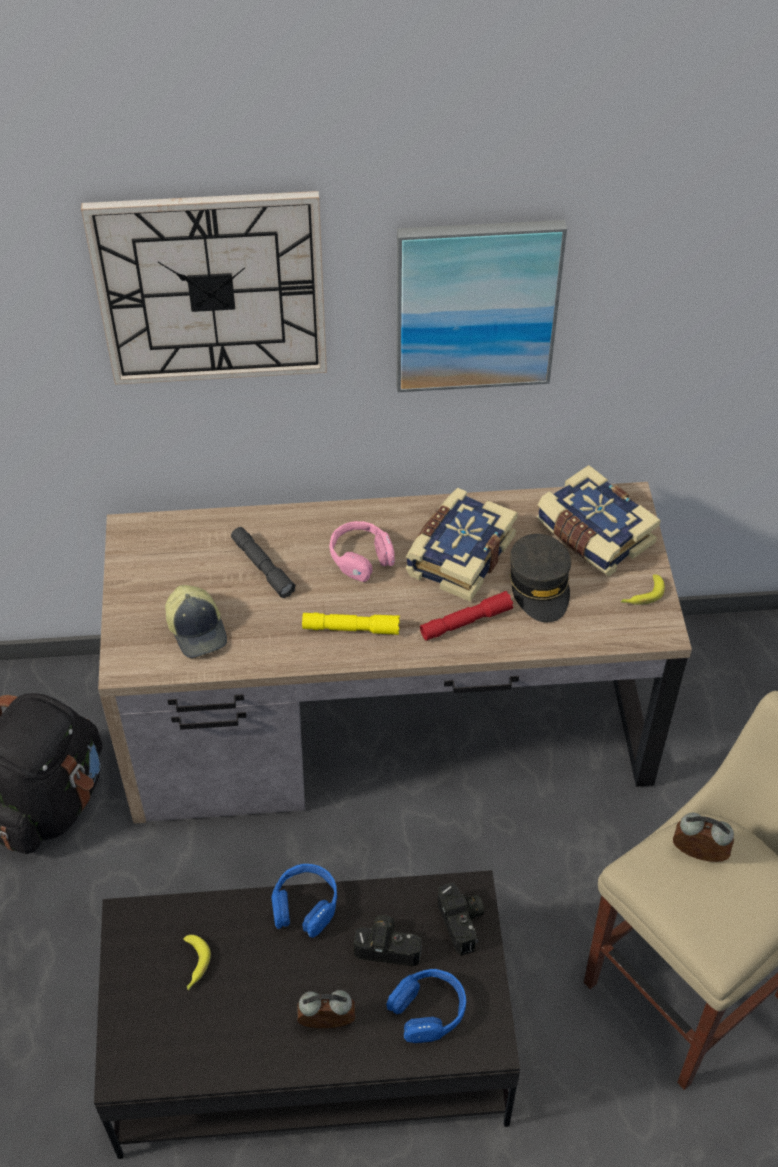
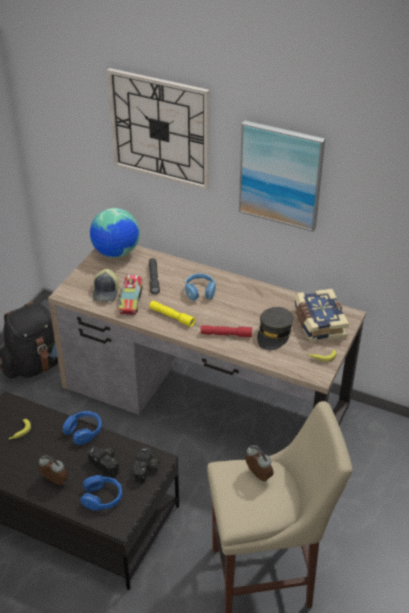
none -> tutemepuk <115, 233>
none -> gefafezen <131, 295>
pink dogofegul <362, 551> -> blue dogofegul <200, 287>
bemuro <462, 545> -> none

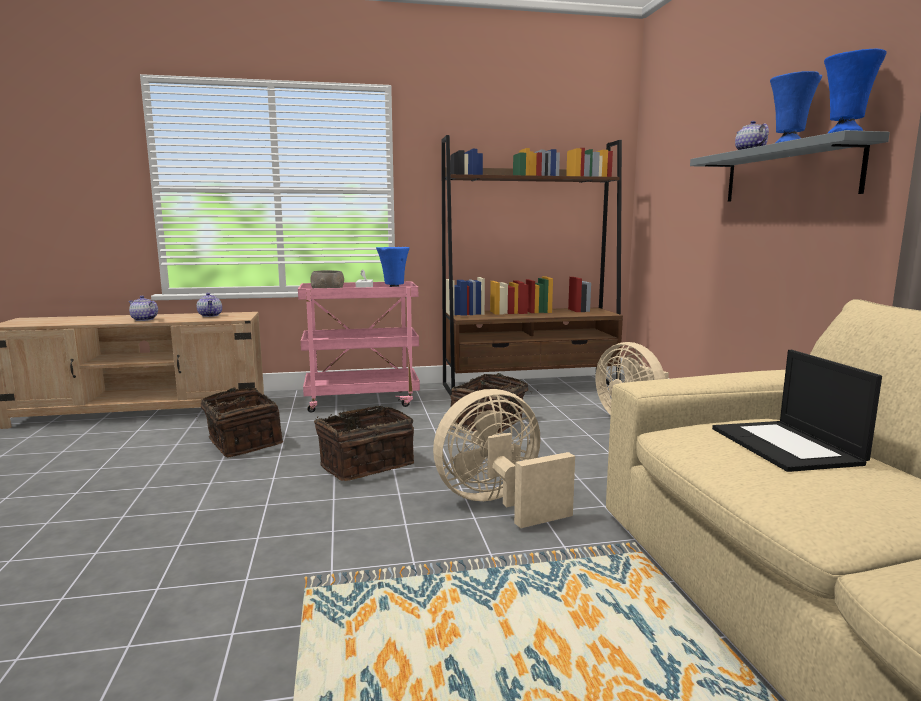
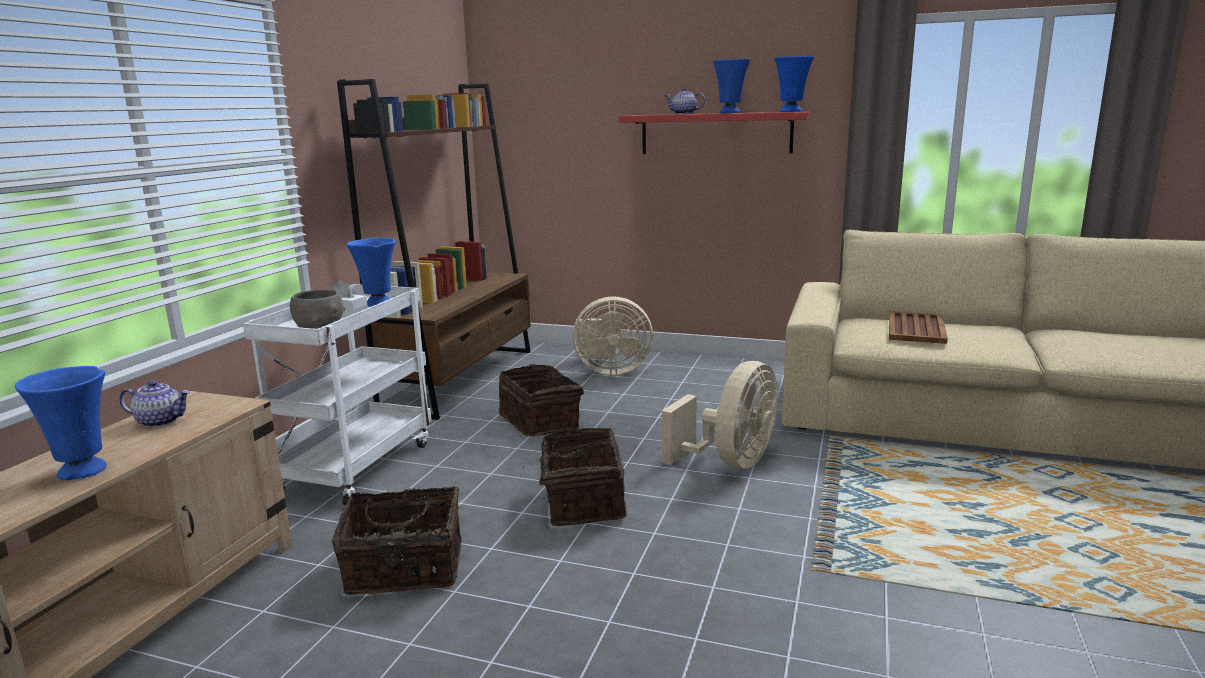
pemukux <143, 308> -> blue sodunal <61, 423>
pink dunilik <359, 347> -> white dunilik <337, 395>
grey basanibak <790, 166> -> red basanibak <714, 133>
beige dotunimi <504, 458> -> beige dotunimi <720, 415>, 150 degrees counterclockwise
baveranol <797, 411> -> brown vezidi <918, 327>

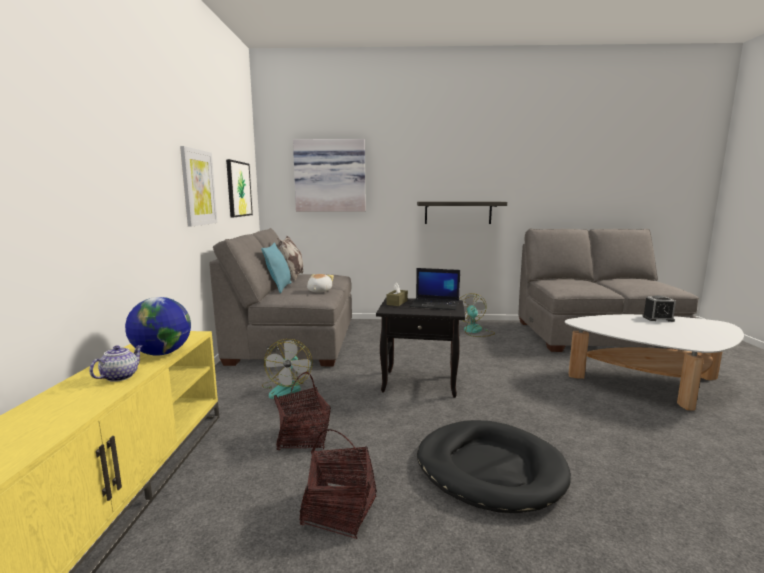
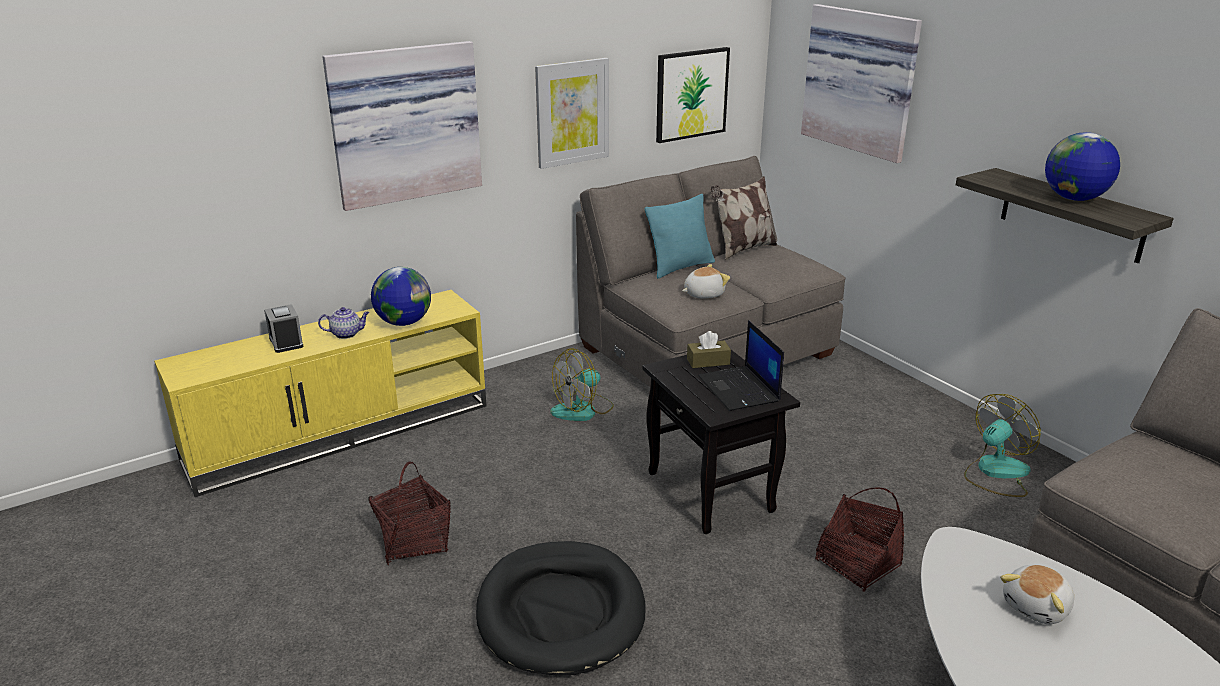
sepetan <659, 308> -> sepetan <283, 328>, relocated
none -> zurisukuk <402, 126>
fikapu <302, 411> -> fikapu <859, 539>, relocated
none -> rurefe <1037, 594>
none -> tutemepuk <1082, 166>

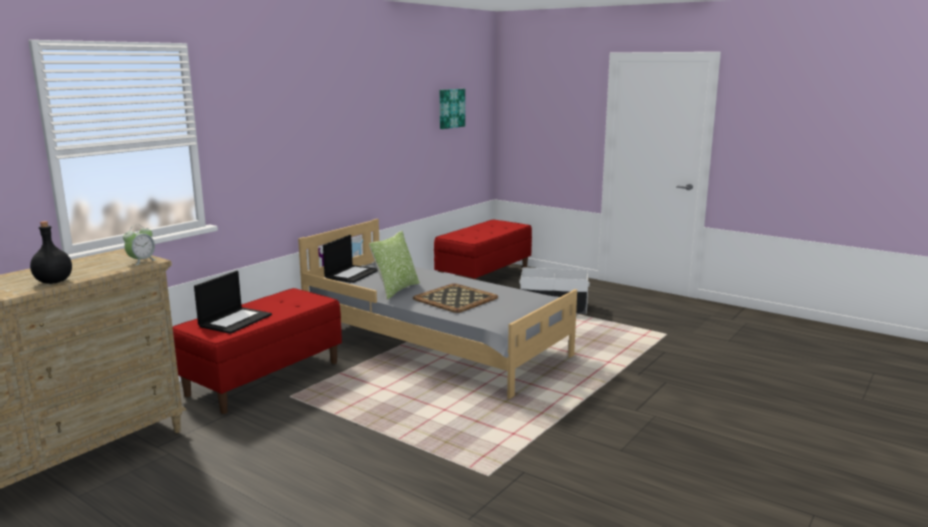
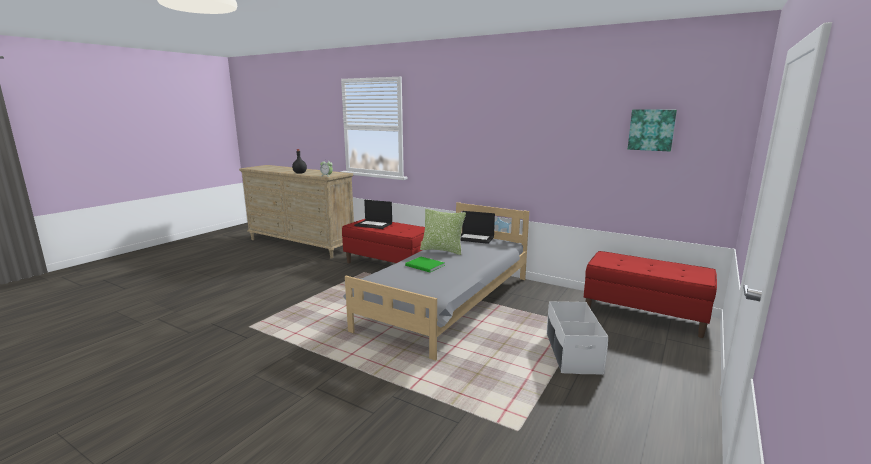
vezidi <455, 298> -> green bemuro <425, 265>

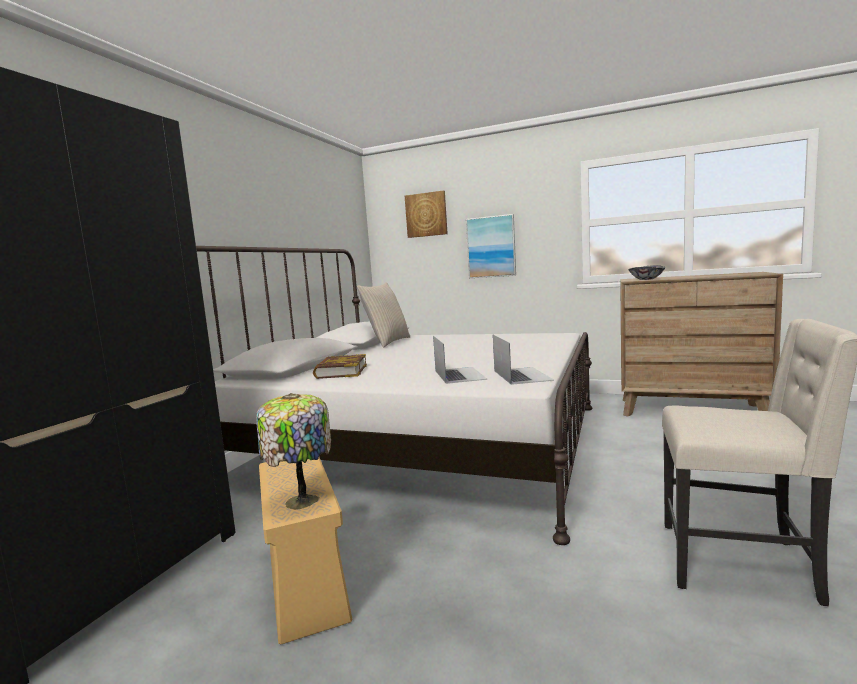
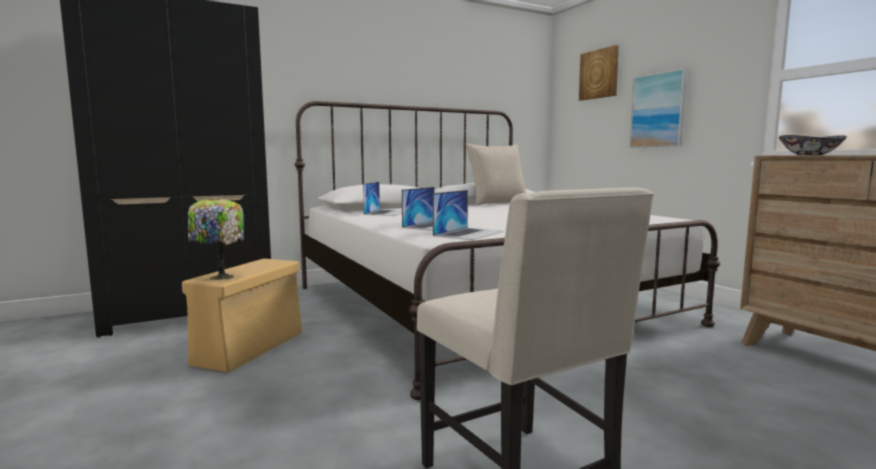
bemuro <340, 366> -> baveranol <382, 199>

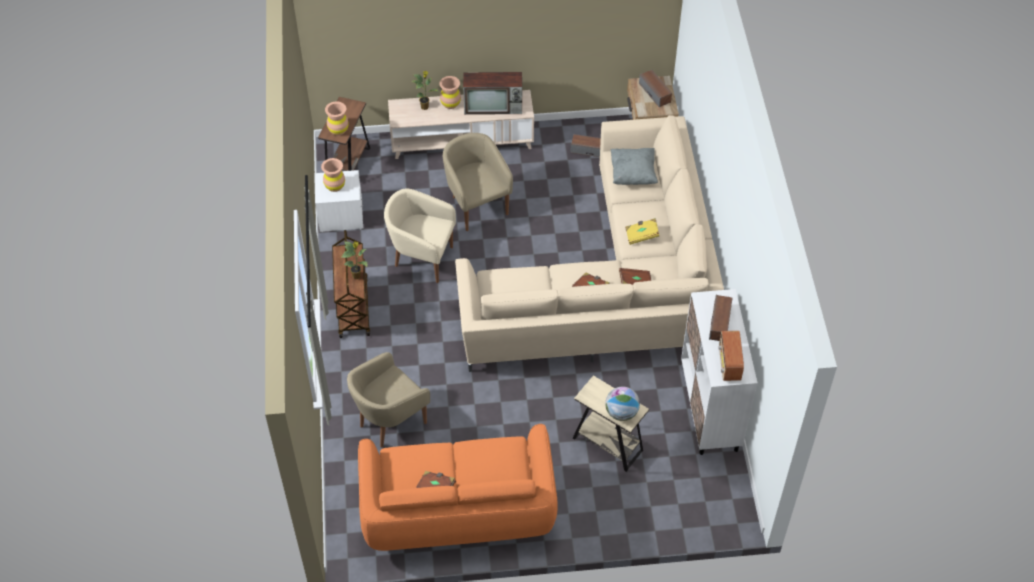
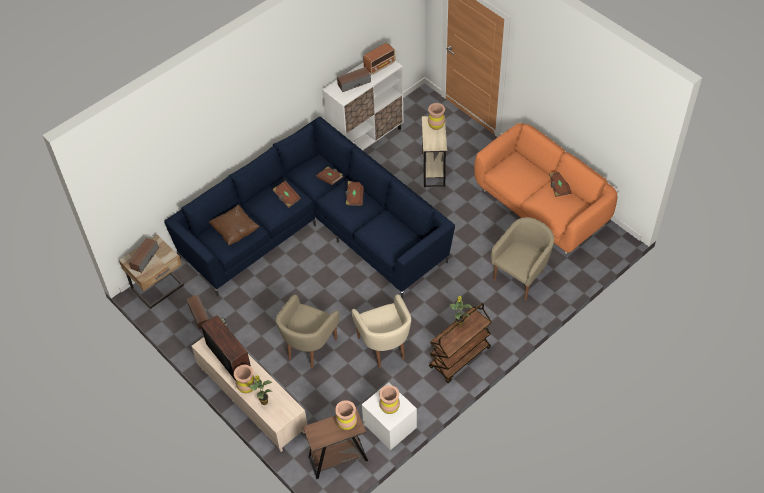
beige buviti <589, 243> -> blue buviti <309, 207>
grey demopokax <634, 166> -> brown demopokax <234, 225>
yellow bemuro <642, 231> -> brown bemuro <287, 194>
tutemepuk <622, 403> -> brown sodunal <436, 116>
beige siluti <388, 400> -> beige siluti <522, 259>, 60 degrees counterclockwise

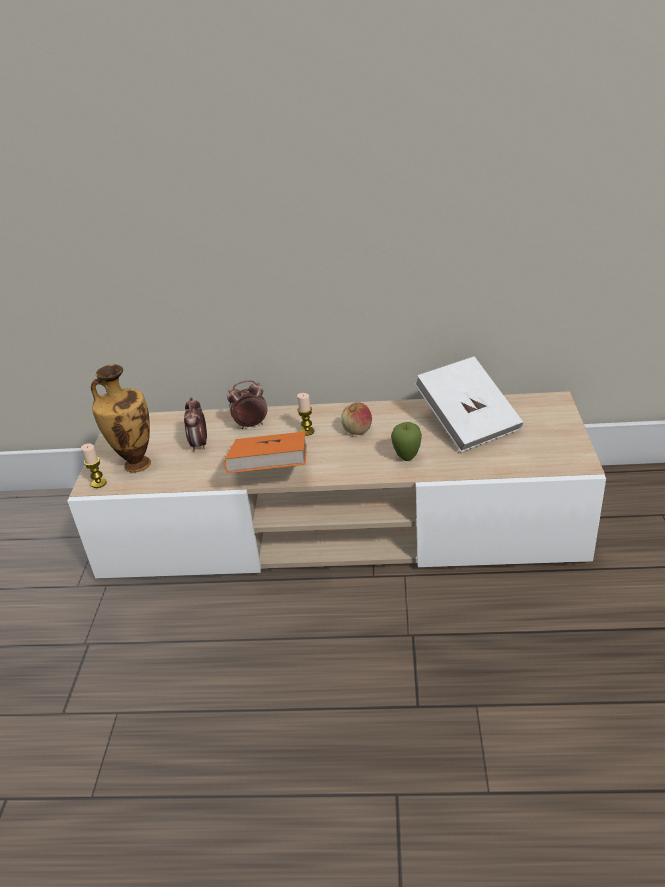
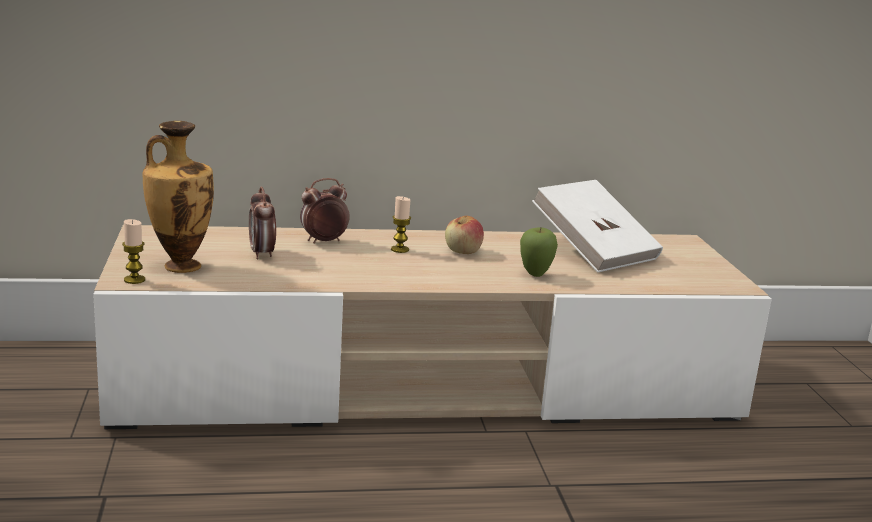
orange bemuro <265, 452> -> none

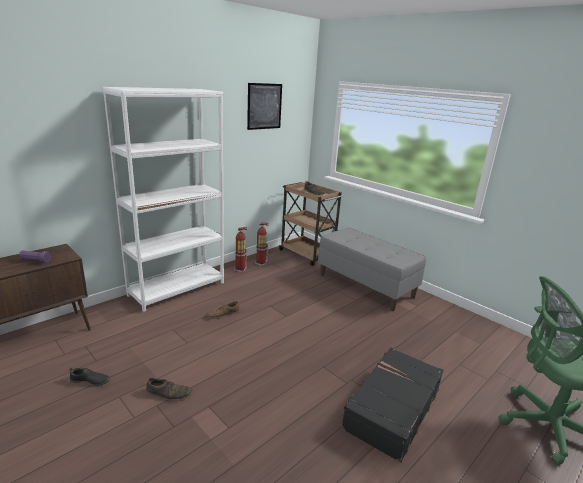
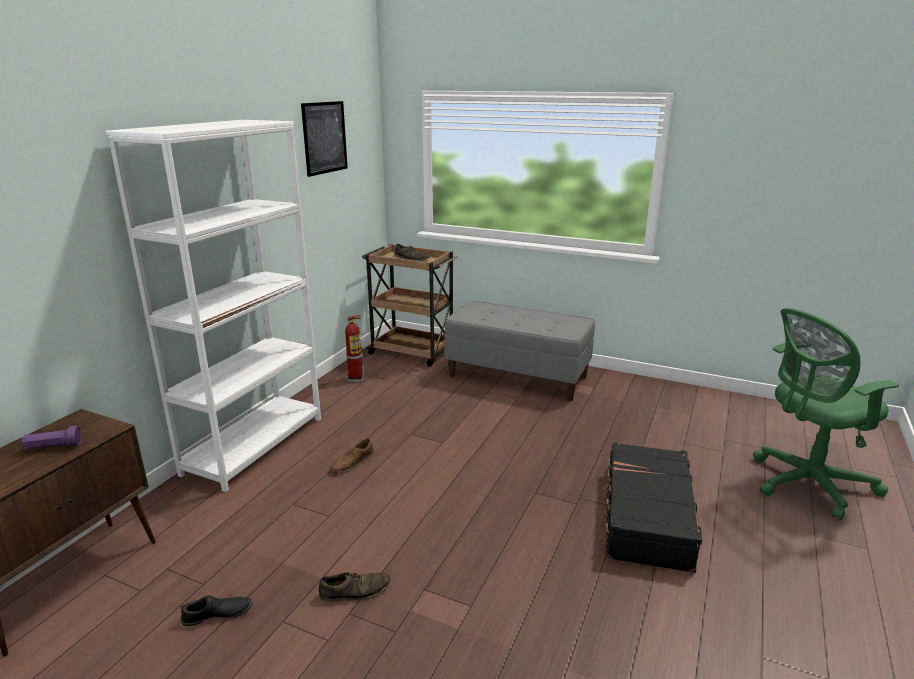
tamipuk <240, 250> -> none

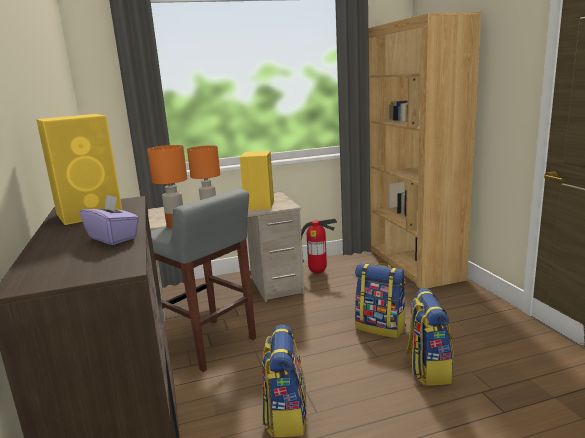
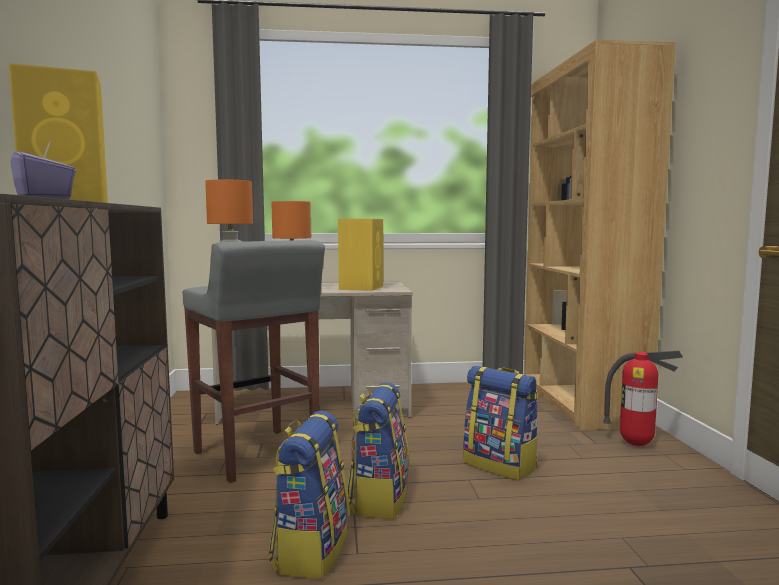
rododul <429, 337> -> rododul <378, 450>, relocated
tamipuk <319, 246> -> tamipuk <643, 398>, relocated

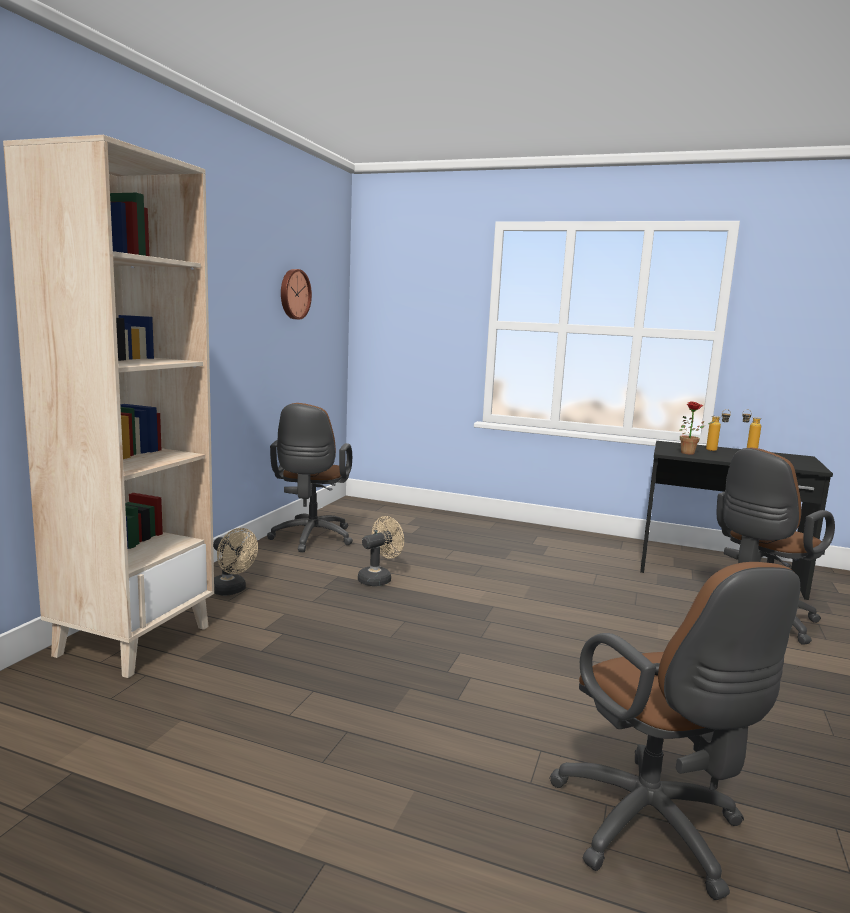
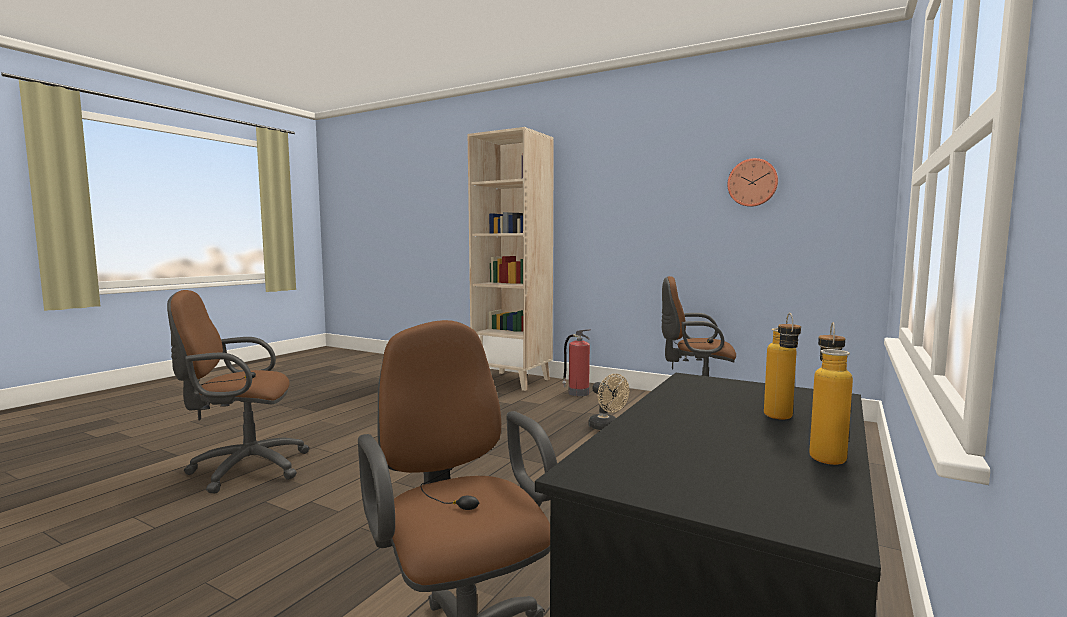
beige dotunimi <235, 561> -> tamipuk <576, 362>
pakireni <697, 428> -> none

